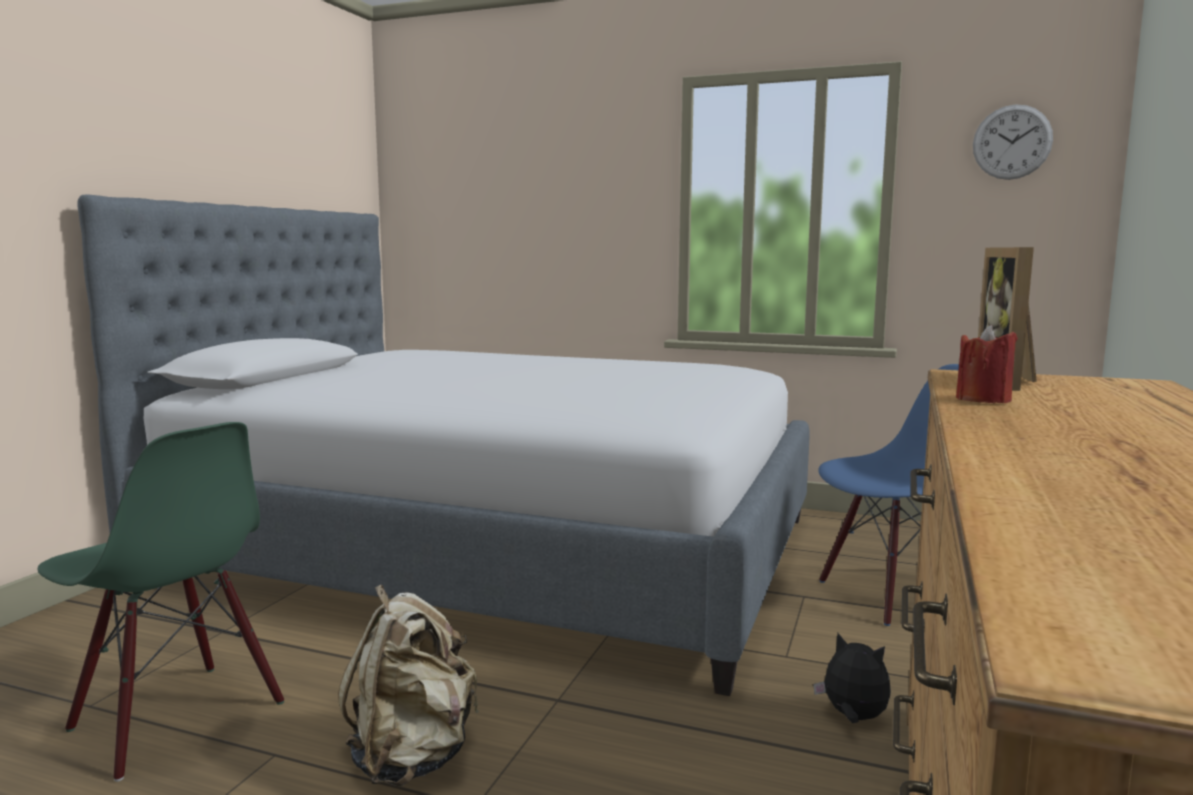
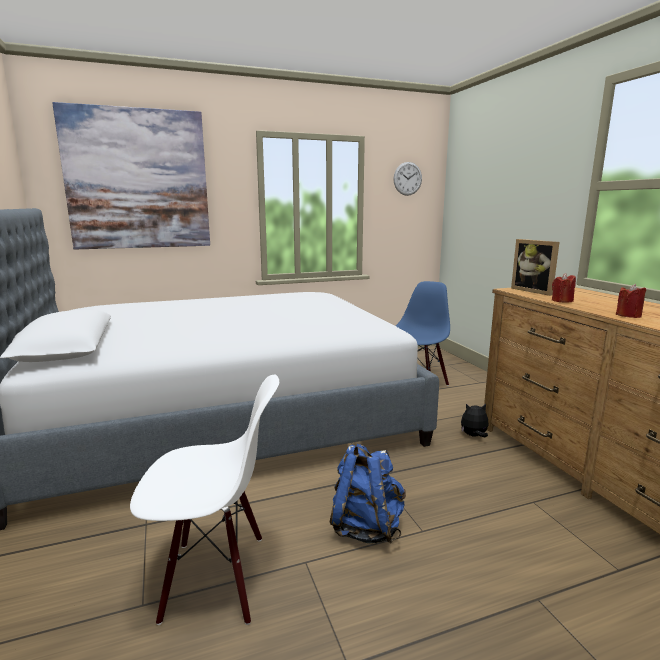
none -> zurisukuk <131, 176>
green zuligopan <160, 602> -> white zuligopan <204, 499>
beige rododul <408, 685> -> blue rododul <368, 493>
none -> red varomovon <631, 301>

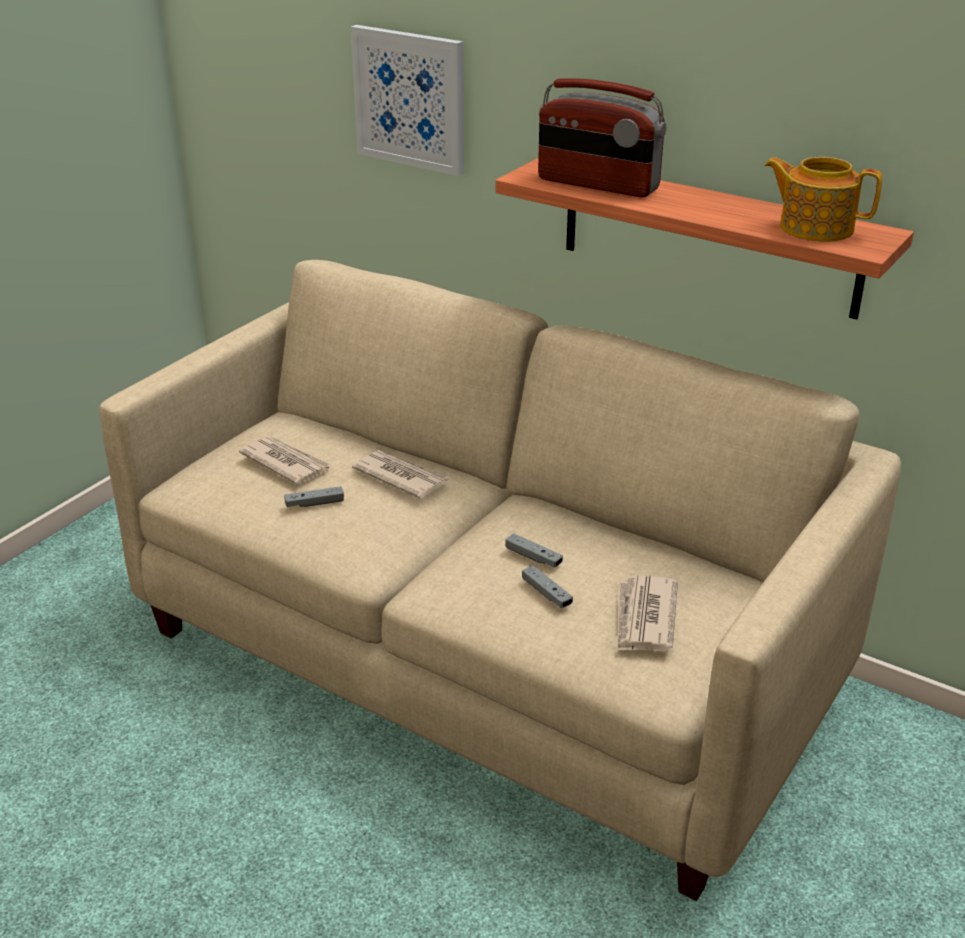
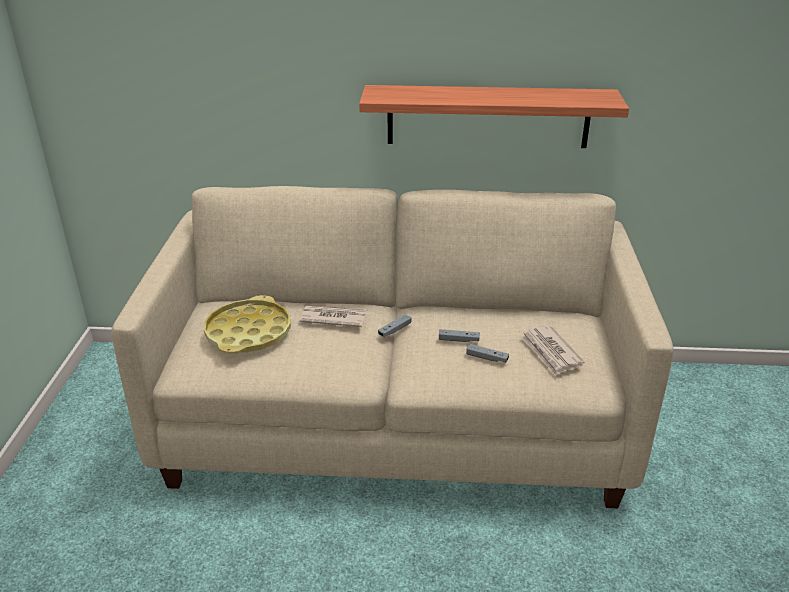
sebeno <285, 460> -> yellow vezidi <247, 324>
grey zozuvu <314, 496> -> grey zozuvu <395, 325>, relocated
zurisukuk <407, 100> -> none
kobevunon <602, 137> -> none
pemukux <823, 199> -> none

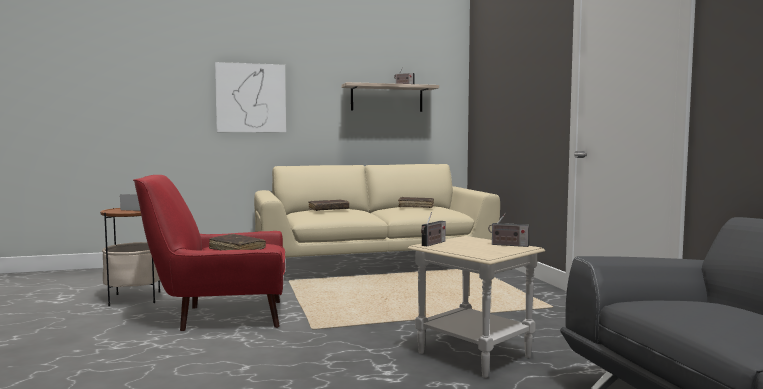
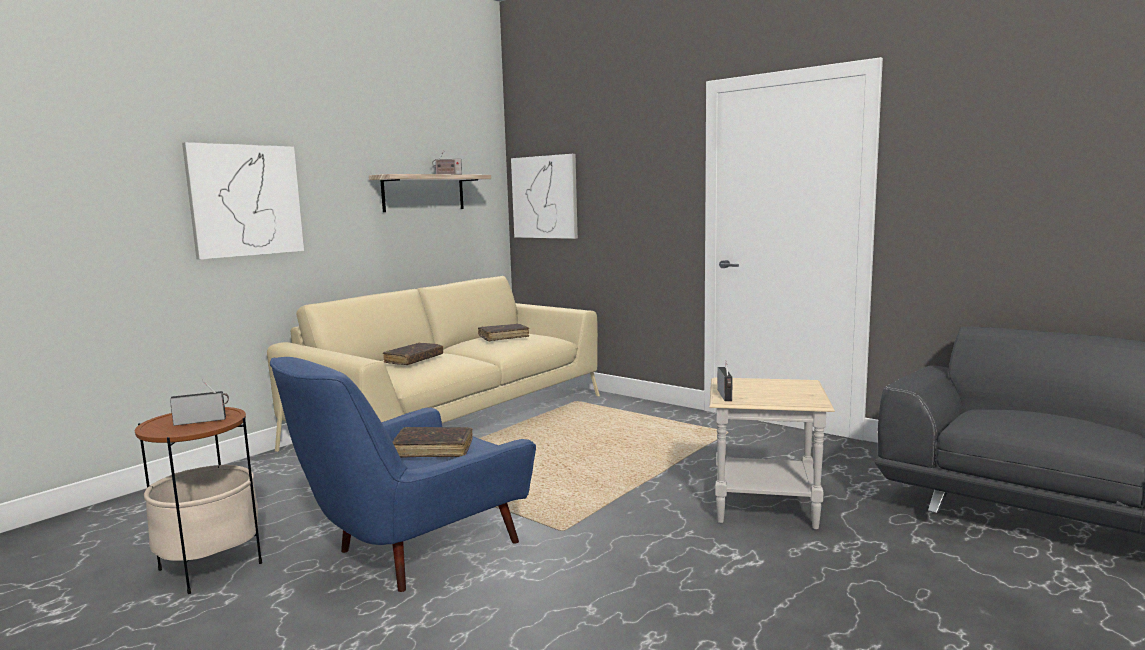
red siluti <209, 253> -> blue siluti <403, 474>
none -> zurisukuk <544, 196>
kobevunon <508, 229> -> none

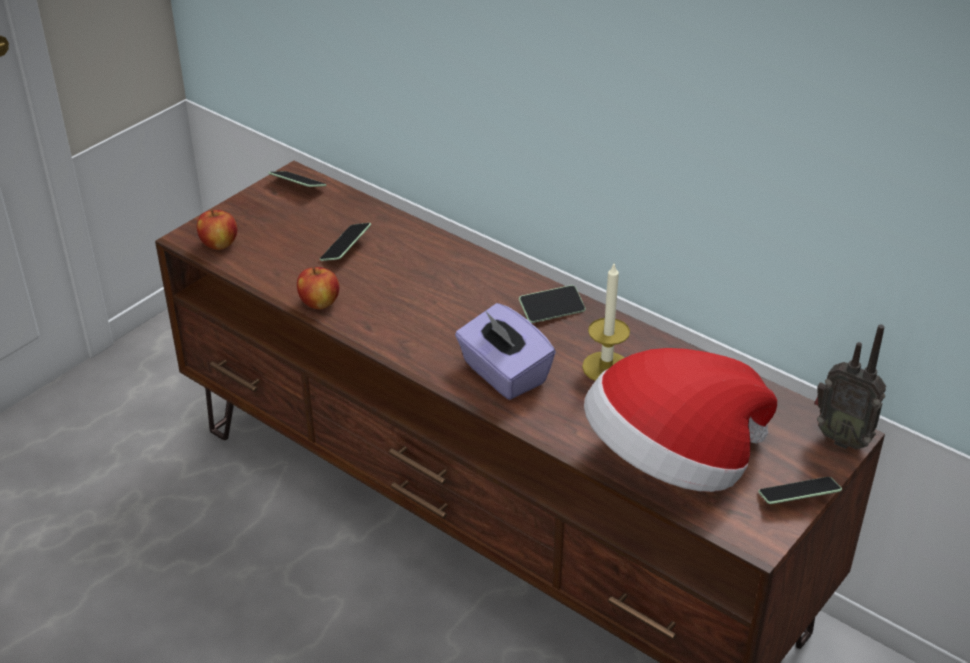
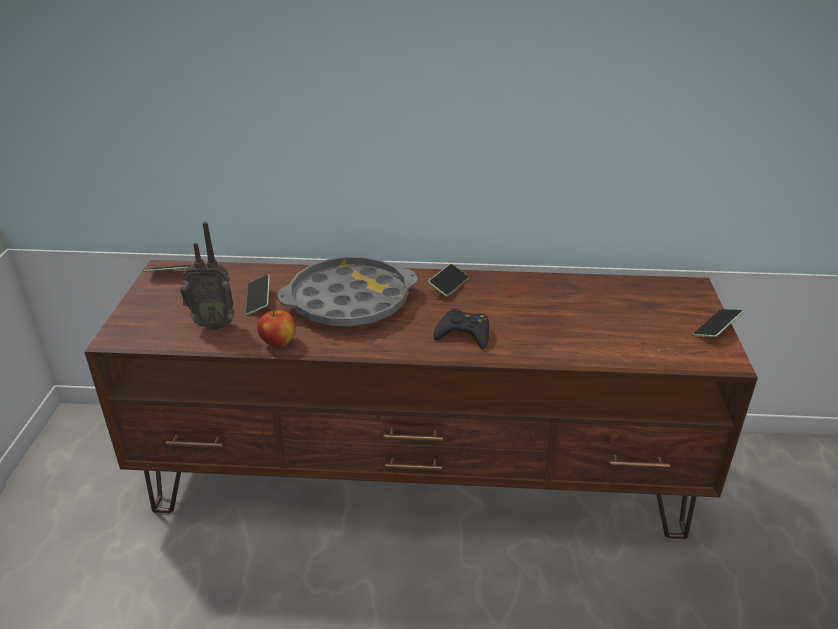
kobevunon <850, 386> -> kobevunon <207, 276>, relocated
none -> grey vezidi <348, 291>
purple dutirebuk <505, 351> -> black zozuvu <461, 329>
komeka <217, 229> -> none
varomovon <606, 322> -> none
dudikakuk <680, 420> -> none

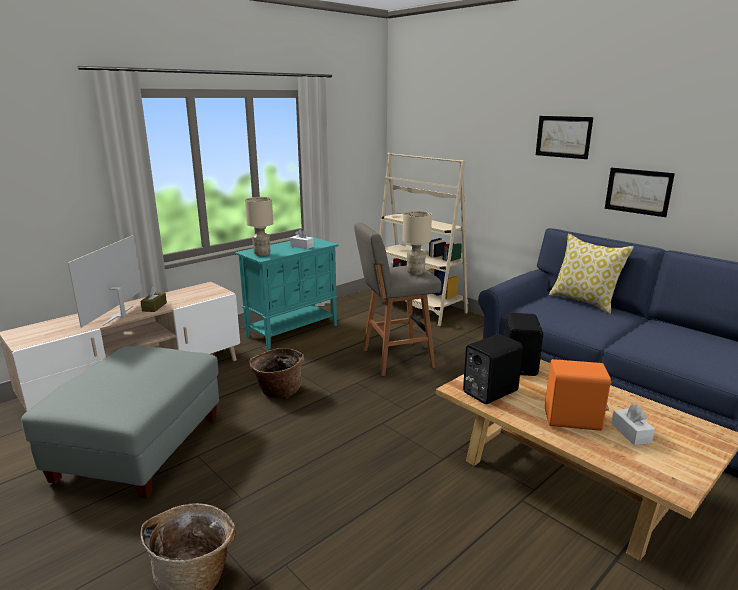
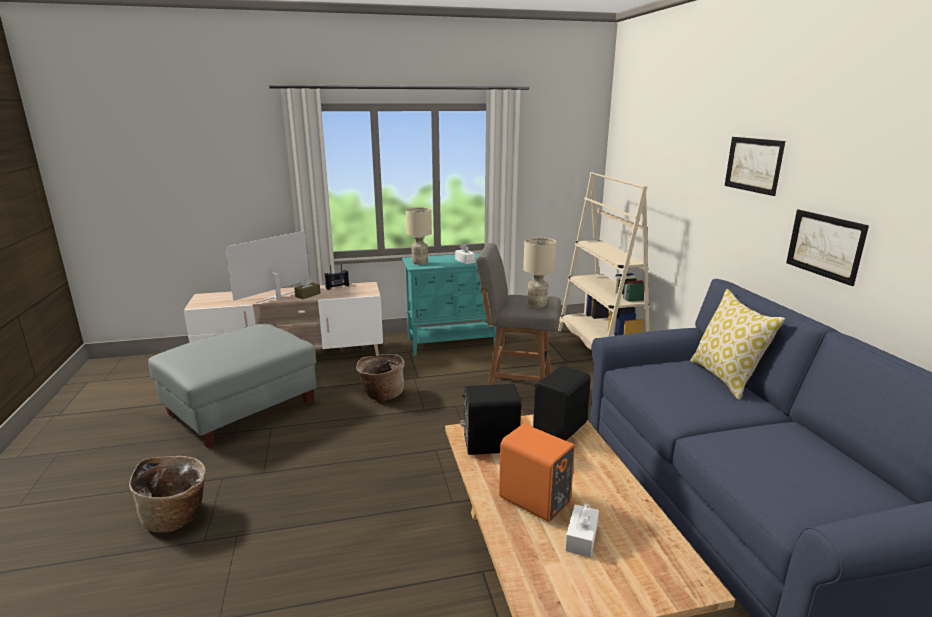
none -> kobevunon <337, 277>

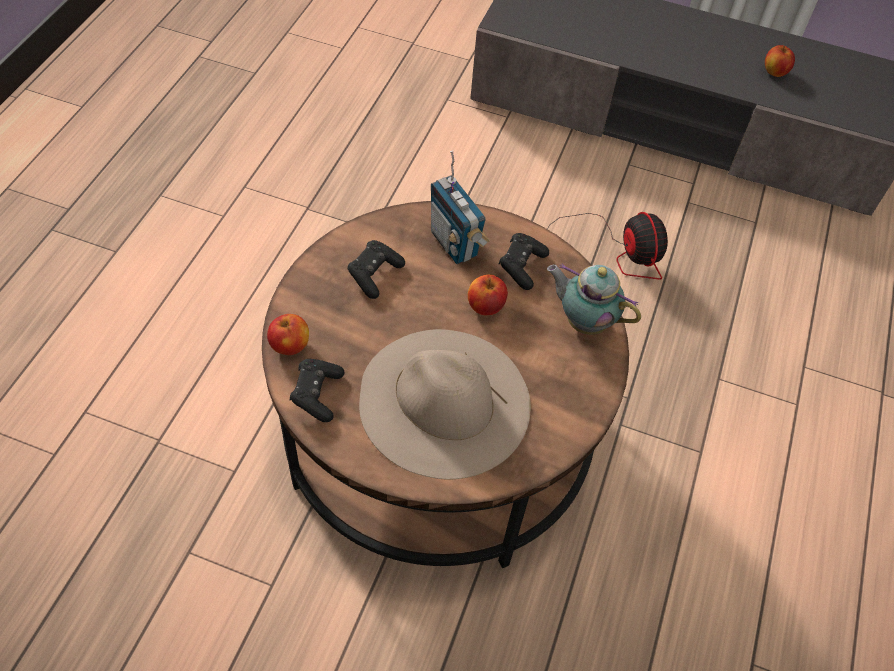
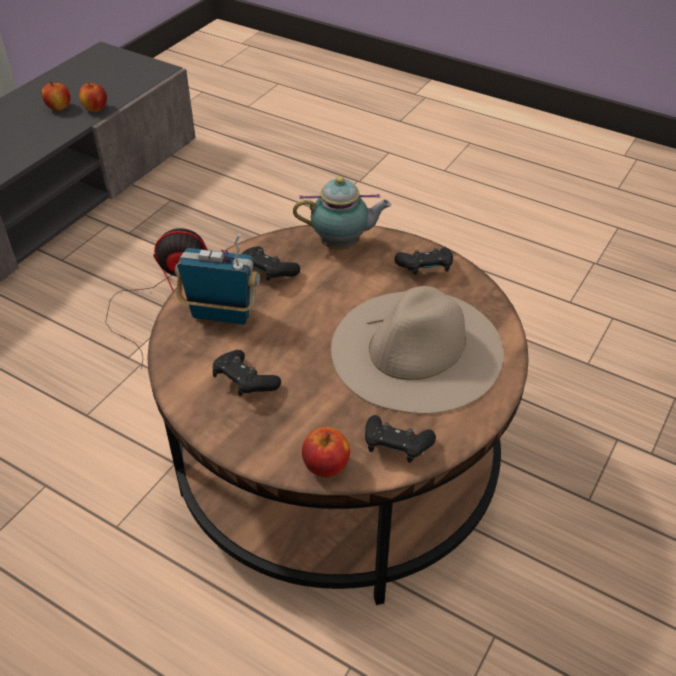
komeka <488, 294> -> komeka <93, 96>, relocated
kobevunon <460, 207> -> kobevunon <217, 279>, 150 degrees counterclockwise
pemukux <594, 299> -> pemukux <342, 213>, 135 degrees counterclockwise
none -> black zozuvu <424, 261>

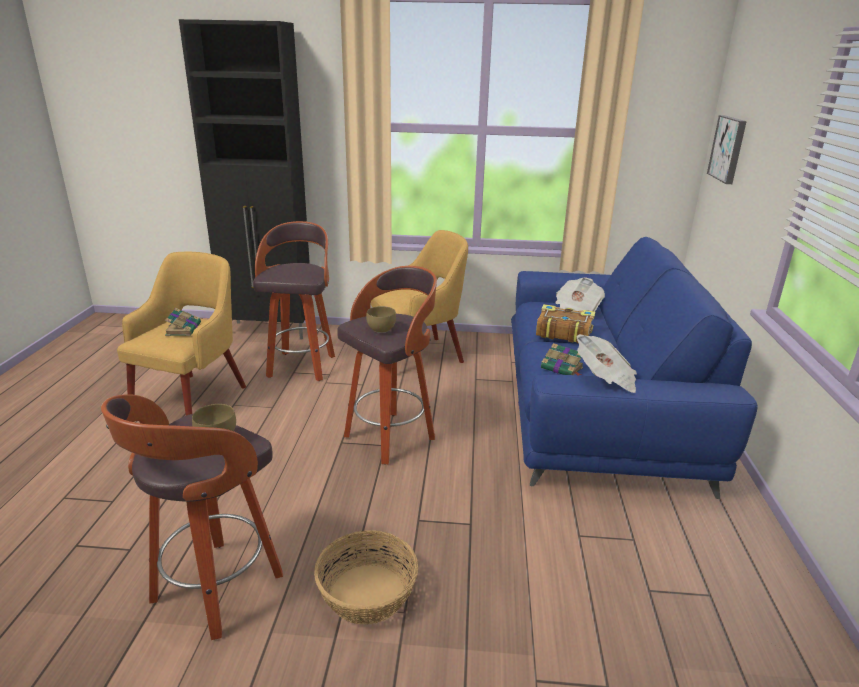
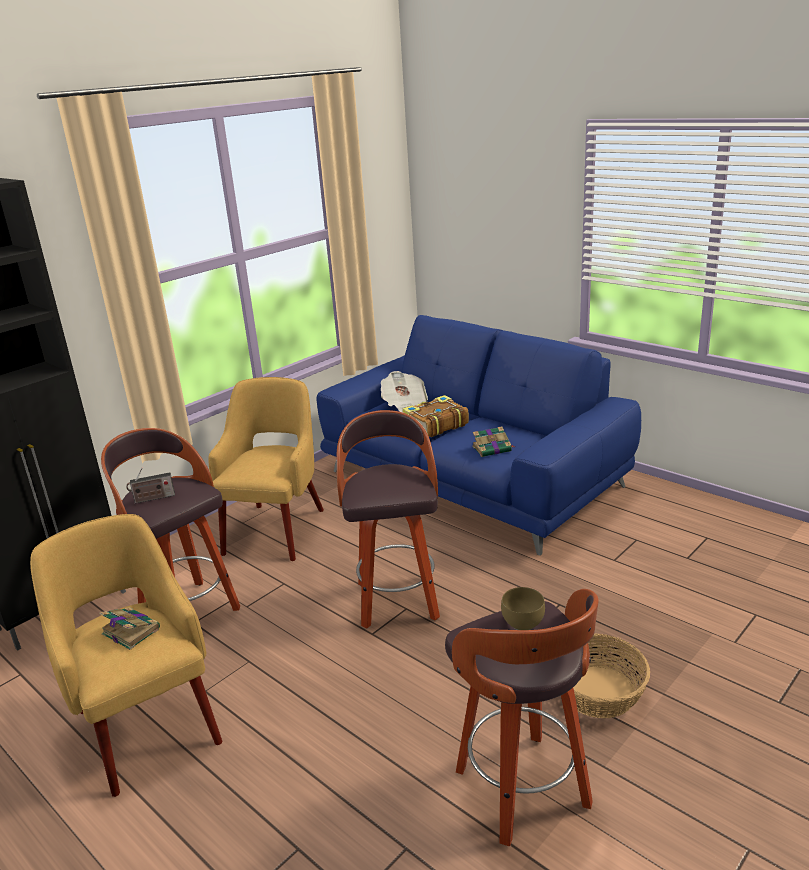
none -> kobevunon <151, 486>
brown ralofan <381, 319> -> none
sebeno <606, 363> -> none
zurisukuk <727, 149> -> none

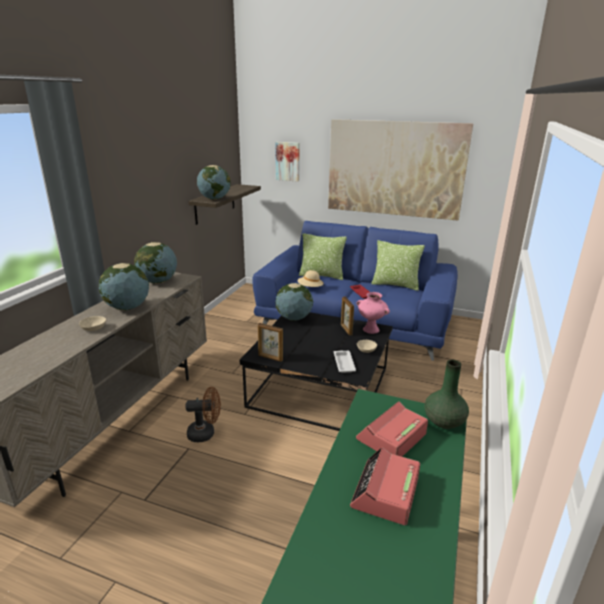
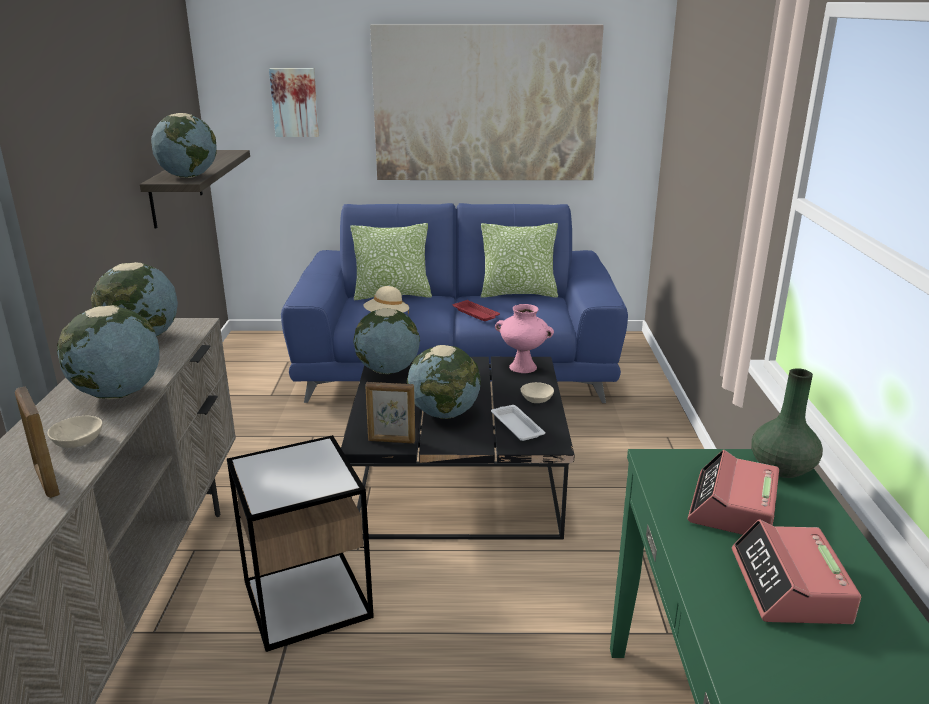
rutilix <347, 316> -> rutilix <37, 442>, relocated
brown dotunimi <203, 414> -> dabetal <300, 543>
none -> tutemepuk <444, 382>

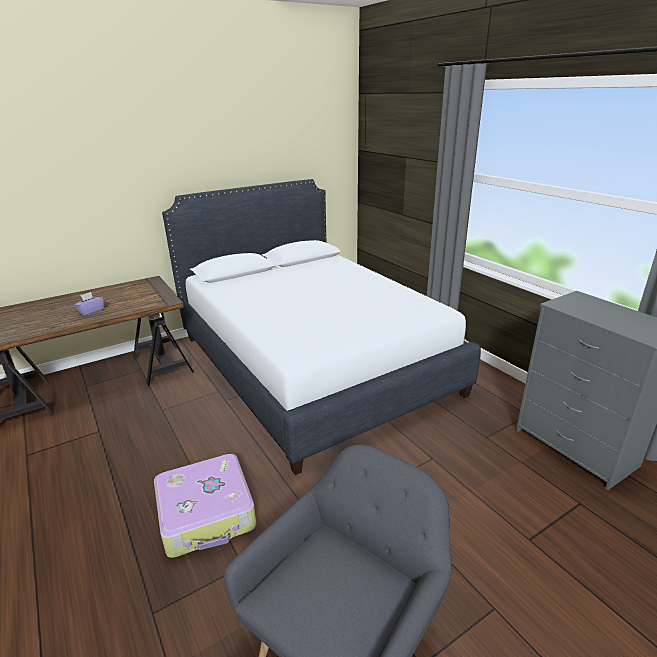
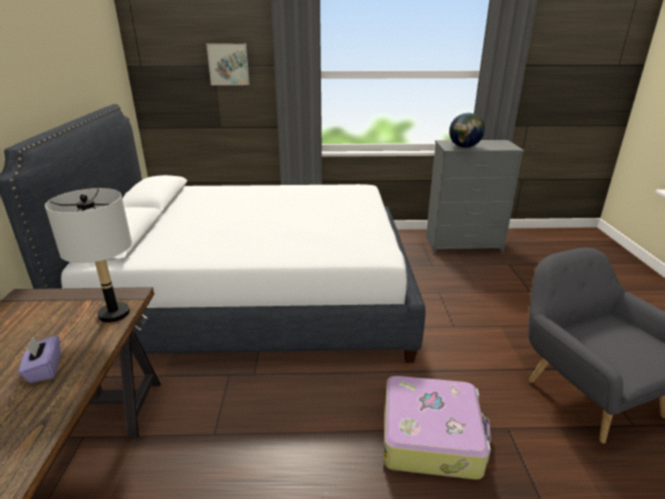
none -> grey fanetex <88, 255>
none -> zurisukuk <228, 64>
none -> tutemepuk <467, 130>

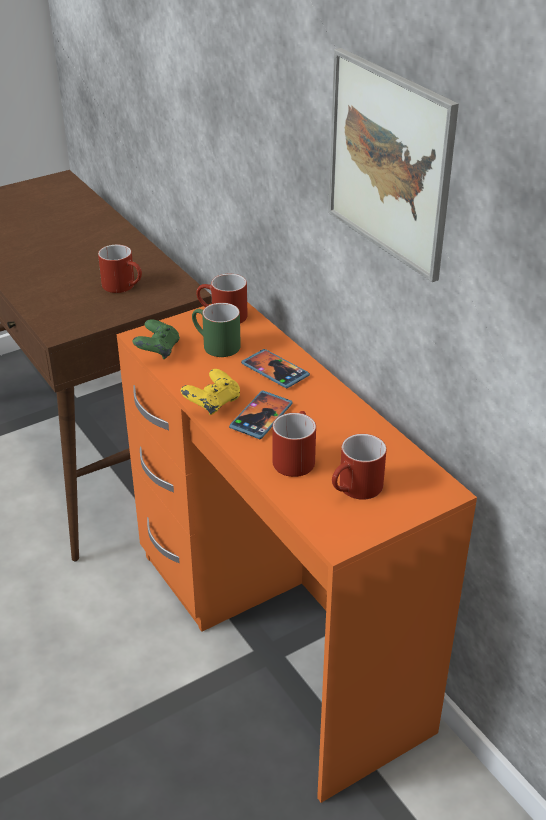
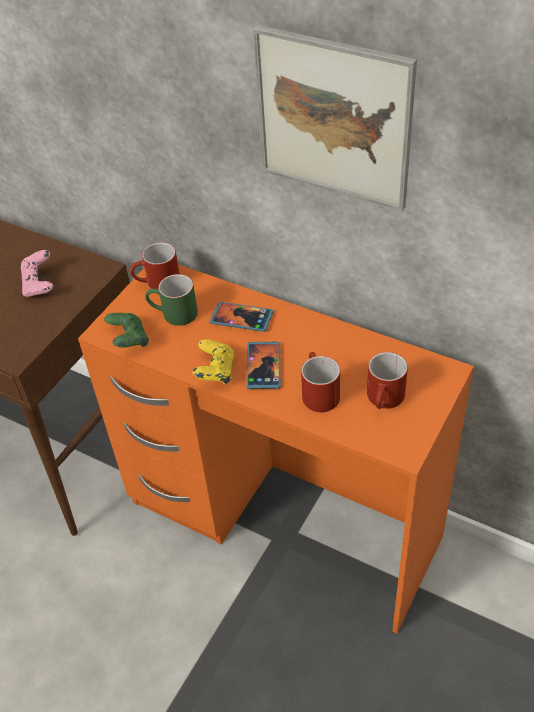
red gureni <120, 269> -> pink zozuvu <37, 273>

